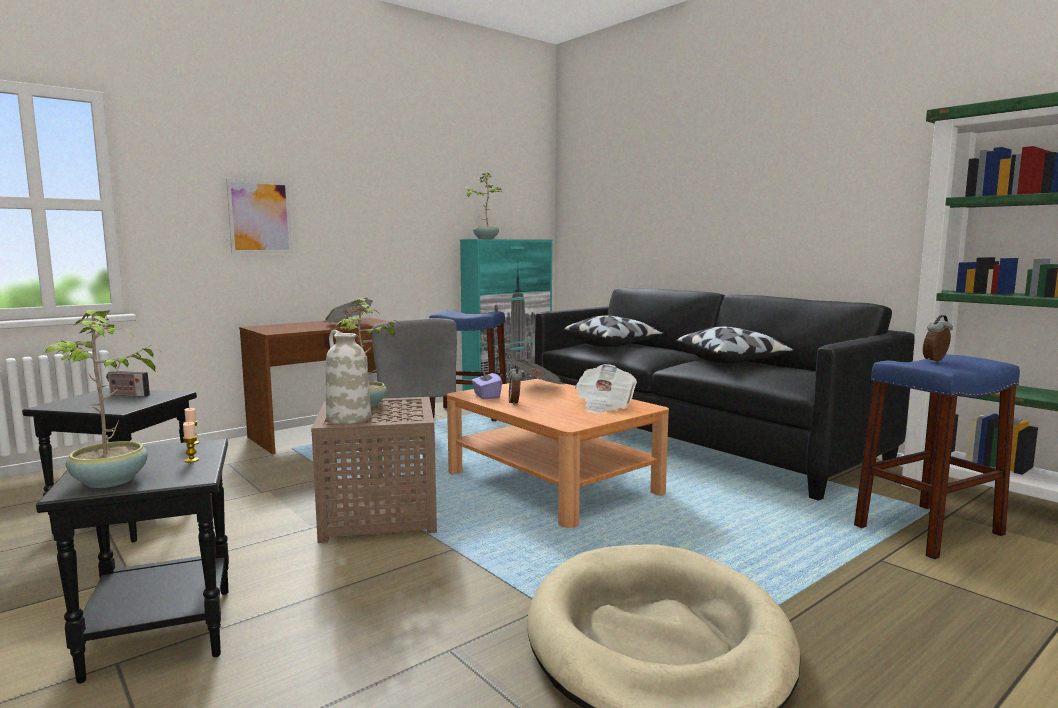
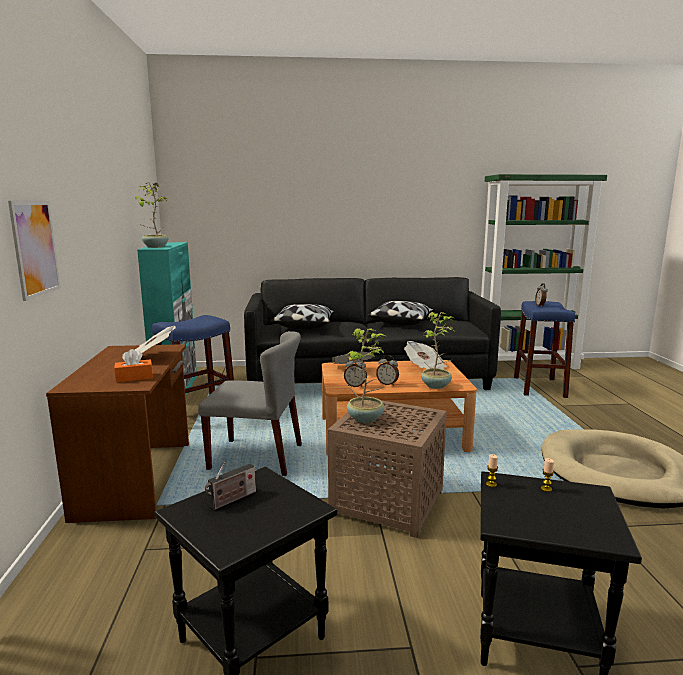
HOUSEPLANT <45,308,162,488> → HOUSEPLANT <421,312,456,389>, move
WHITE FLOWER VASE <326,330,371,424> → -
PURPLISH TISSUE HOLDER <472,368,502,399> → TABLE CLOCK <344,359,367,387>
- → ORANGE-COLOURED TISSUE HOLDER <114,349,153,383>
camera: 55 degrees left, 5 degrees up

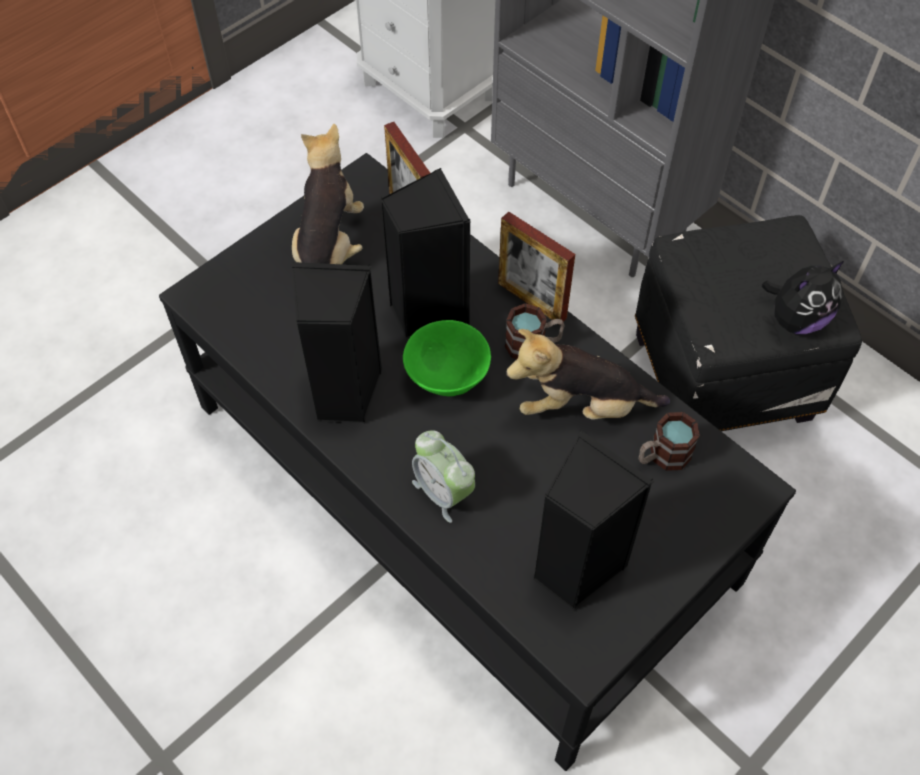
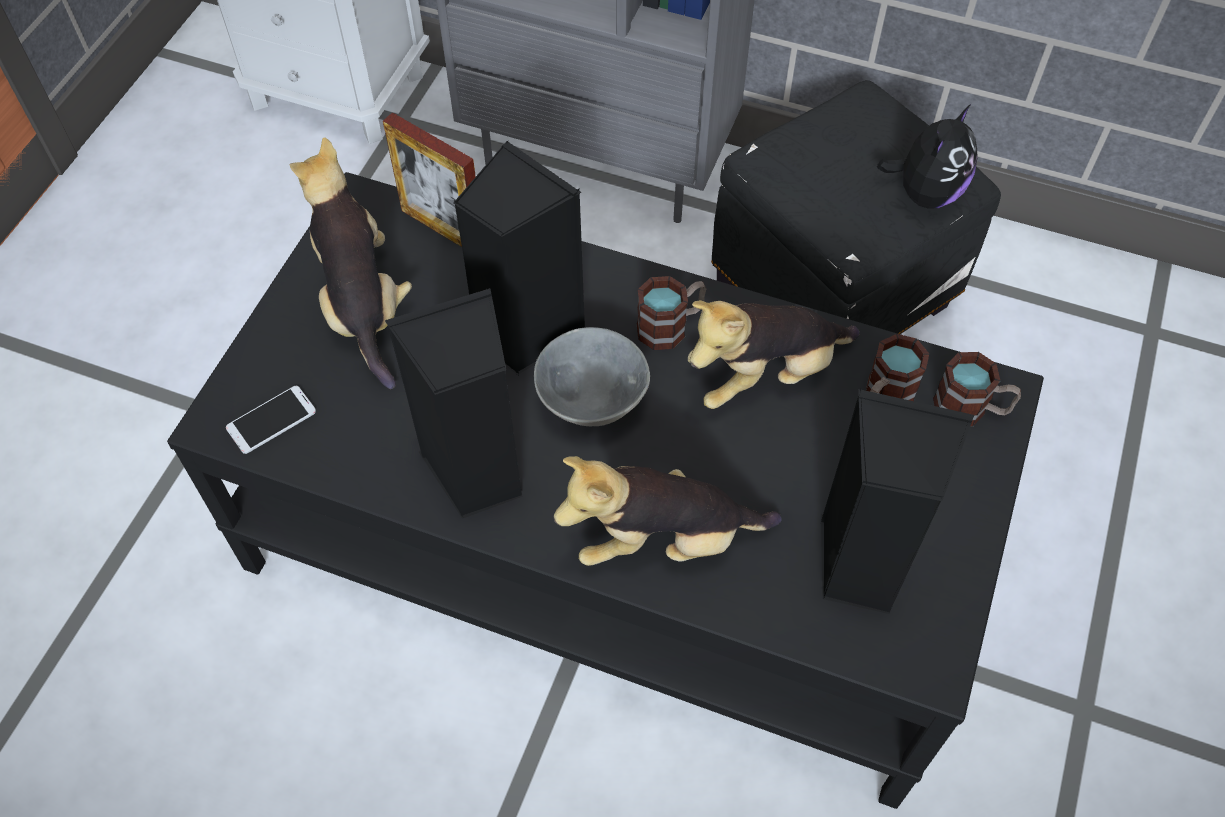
PHOTO FRAME <498,212,575,325> → -
GREEN-COLOURED DEEP DISH <403,320,491,397> → GRAY DEEP DISH <534,327,650,426>
TABLE CLOCK <412,430,475,523> → PLUSH TOY <554,456,782,566>
- → COFFEE MUG <933,352,1021,426>
- → PHONE <226,386,316,454>
camera: 25 degrees left, 0 degrees up

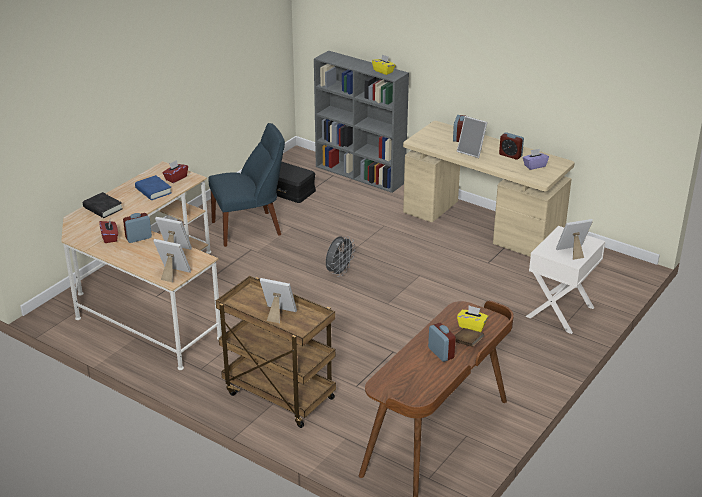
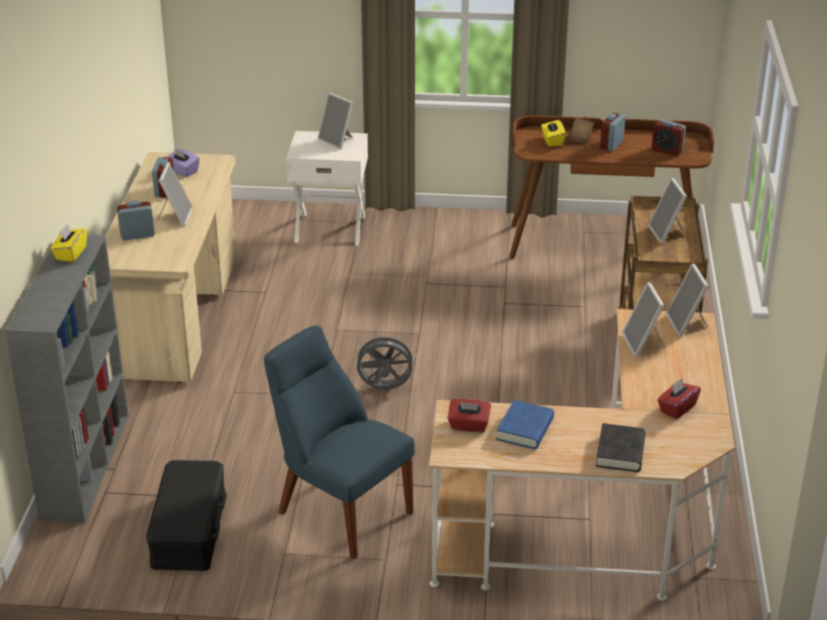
TABLE CLOCK <123,213,152,243> → TABLE CLOCK <652,119,686,156>, move
camera: 120 degrees left, 0 degrees up

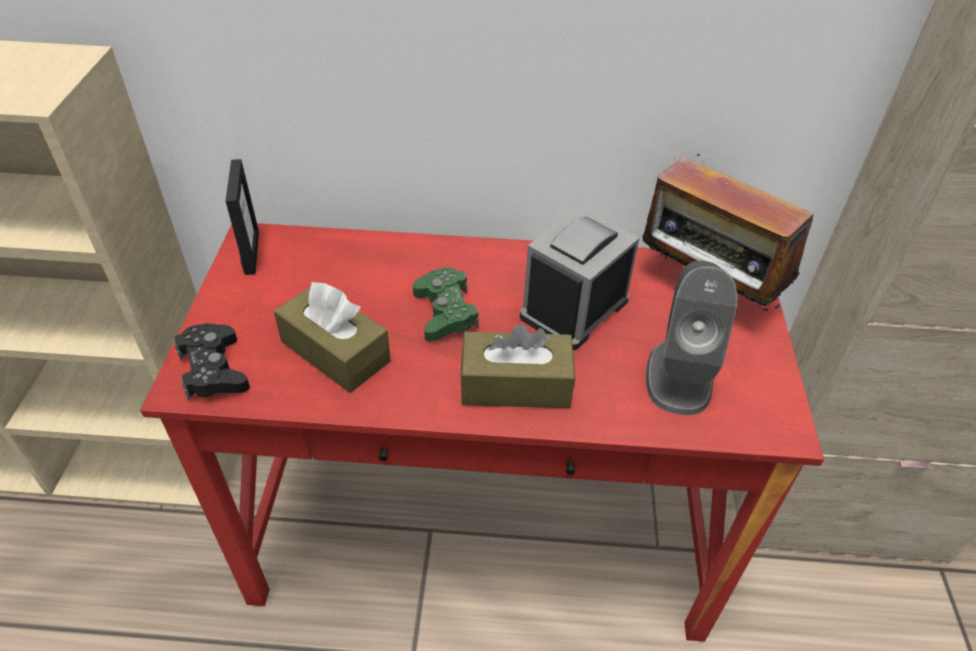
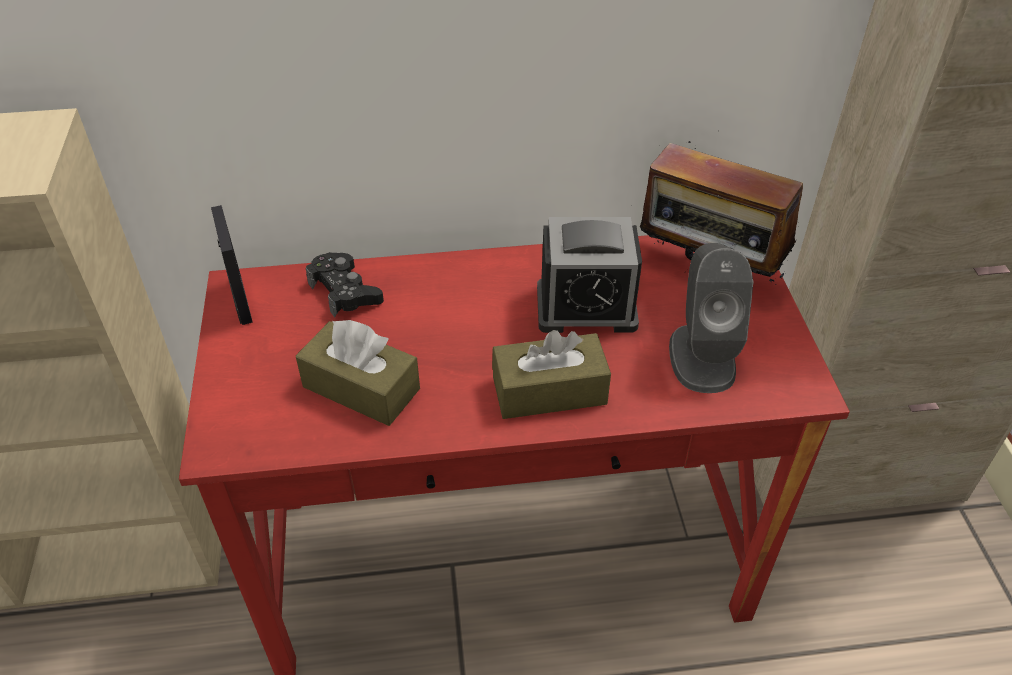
TABLE CLOCK <520,207,639,351> → TABLE CLOCK <537,217,642,333>, 120 degrees counterclockwise
GREEN-COLOURED GAMEPAD <413,267,479,341> → -
BLACK GAMEPAD <173,323,250,401> → BLACK GAMEPAD <306,252,384,317>, move
camera: 10 degrees left, 0 degrees up

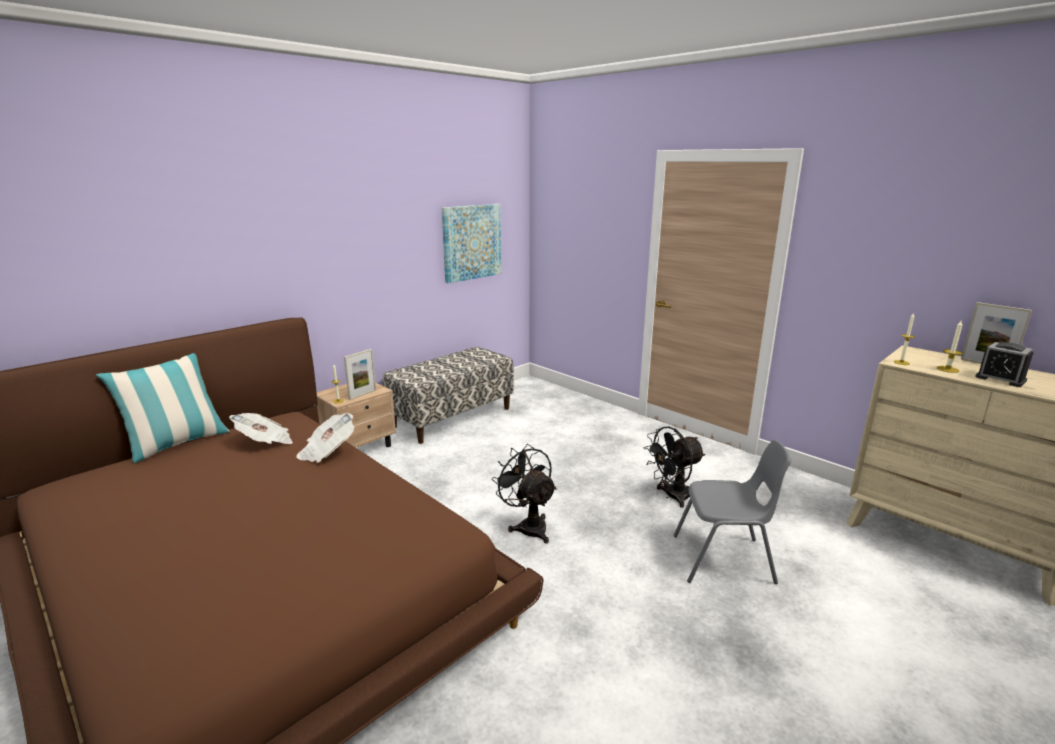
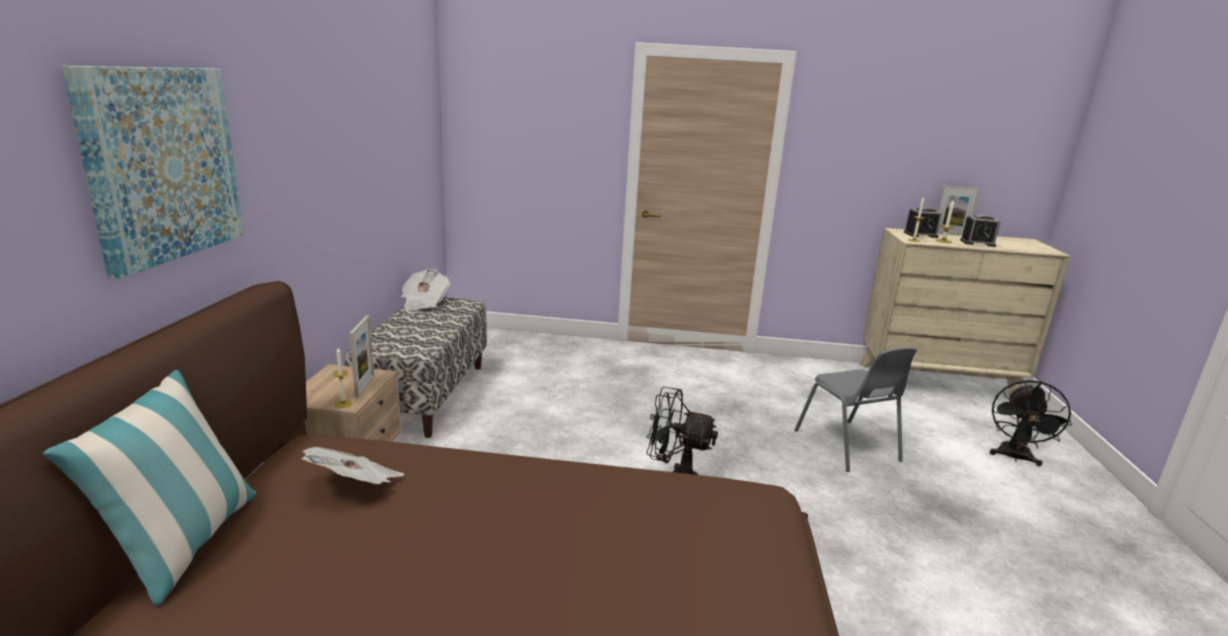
WALL ART <442,204,502,283> → WALL ART <62,66,244,279>, move
PRINTED PAPER <296,413,354,463> → PRINTED PAPER <401,269,450,310>, move
BLACK COOLING FAN <644,426,705,508> → BLACK COOLING FAN <990,380,1072,467>, move
GRAY CHAIR <673,439,792,584> → GRAY CHAIR <795,347,917,472>, 105 degrees clockwise
- → TABLE CLOCK <904,207,942,238>
camera: 40 degrees left, 0 degrees up

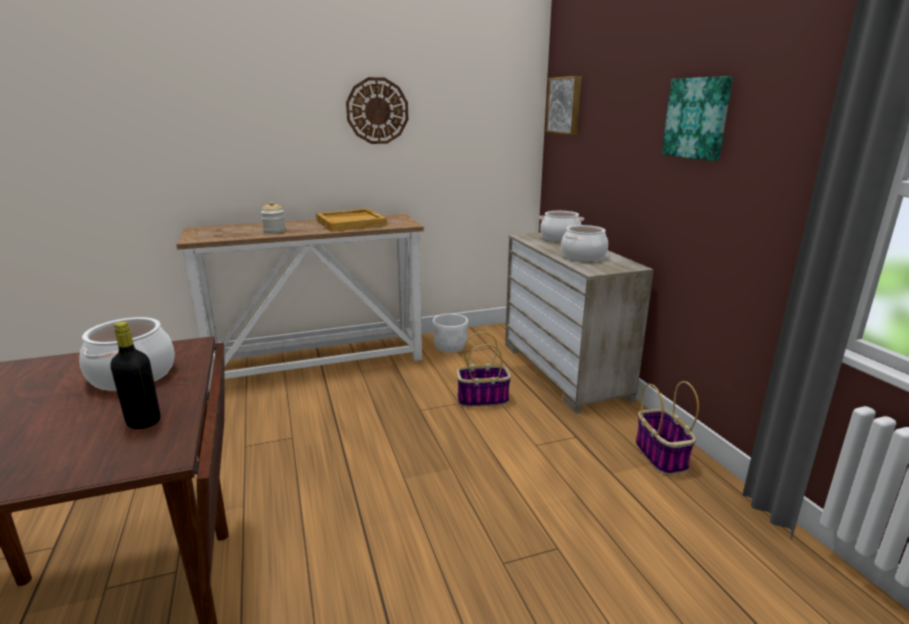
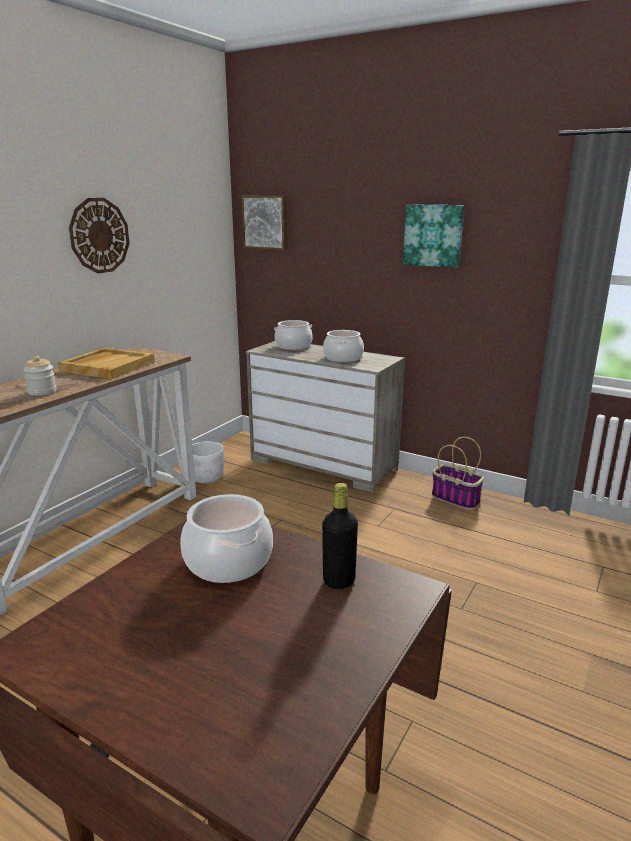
STORAGE BASKET <456,332,511,407> → -
camera: 40 degrees left, 0 degrees up

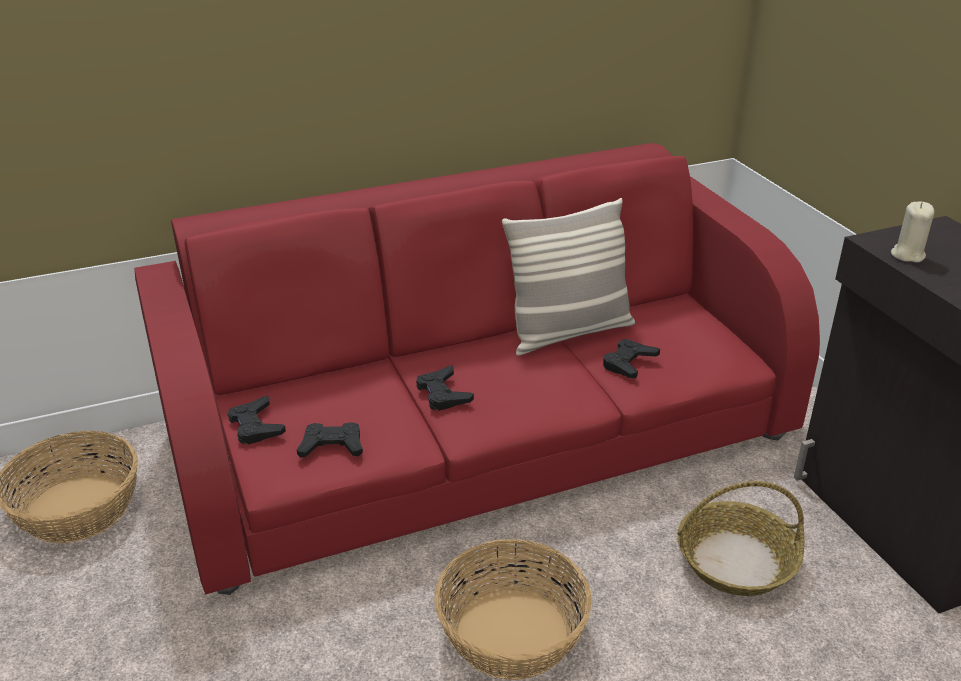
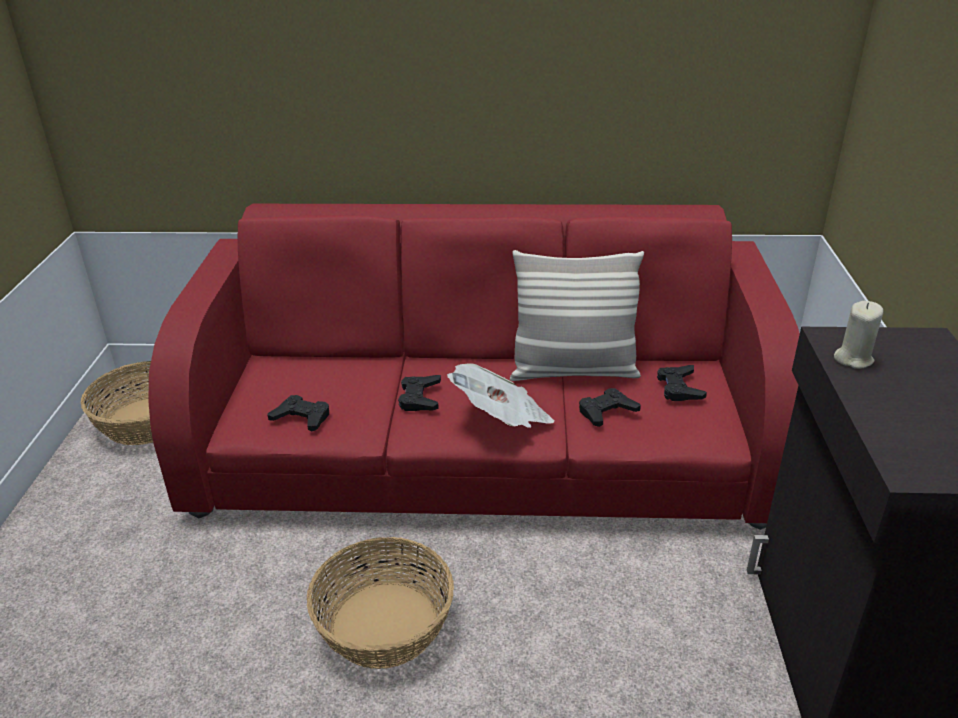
BLACK GAMEPAD <228,396,286,444> → BLACK GAMEPAD <657,365,707,401>, move
STORAGE BASKET <677,481,804,596> → -
- → PRINTED PAPER <447,363,554,428>
camera: 25 degrees right, 0 degrees up

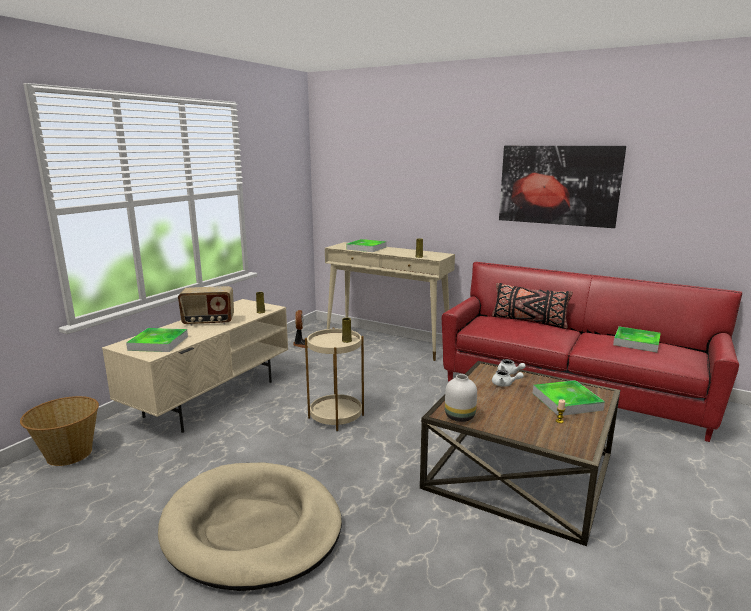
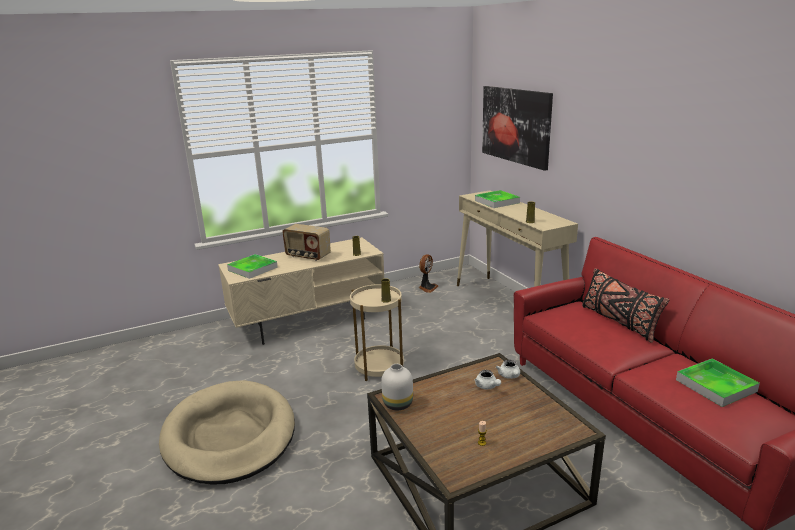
WALL ART <499,146,626,228> → WALL ART <482,86,553,171>, move
CARRYING TRAY <533,380,605,416> → -
STORAGE BASKET <20,396,99,466> → -
camera: 35 degrees right, 5 degrees up

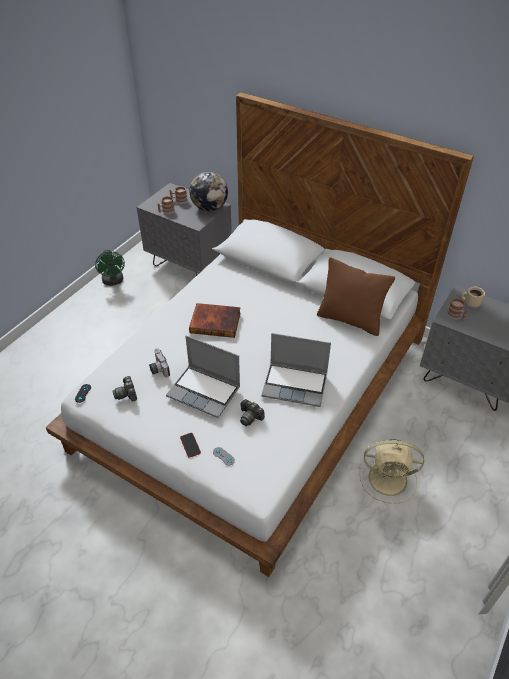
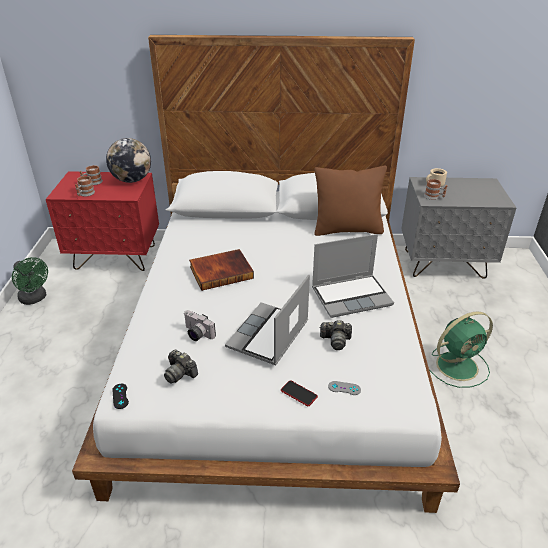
GRAY NIGHTSTAND <137,183,232,276> → RED NIGHTSTAND <46,171,159,271>
LAPTOP <166,336,240,418> → LAPTOP <225,274,310,365>, 120 degrees clockwise
BEIGE-COLOURED COOLING FAN <359,439,424,504> → GREEN-COLOURED COOLING FAN <429,311,493,388>
camera: 30 degrees left, 10 degrees down

